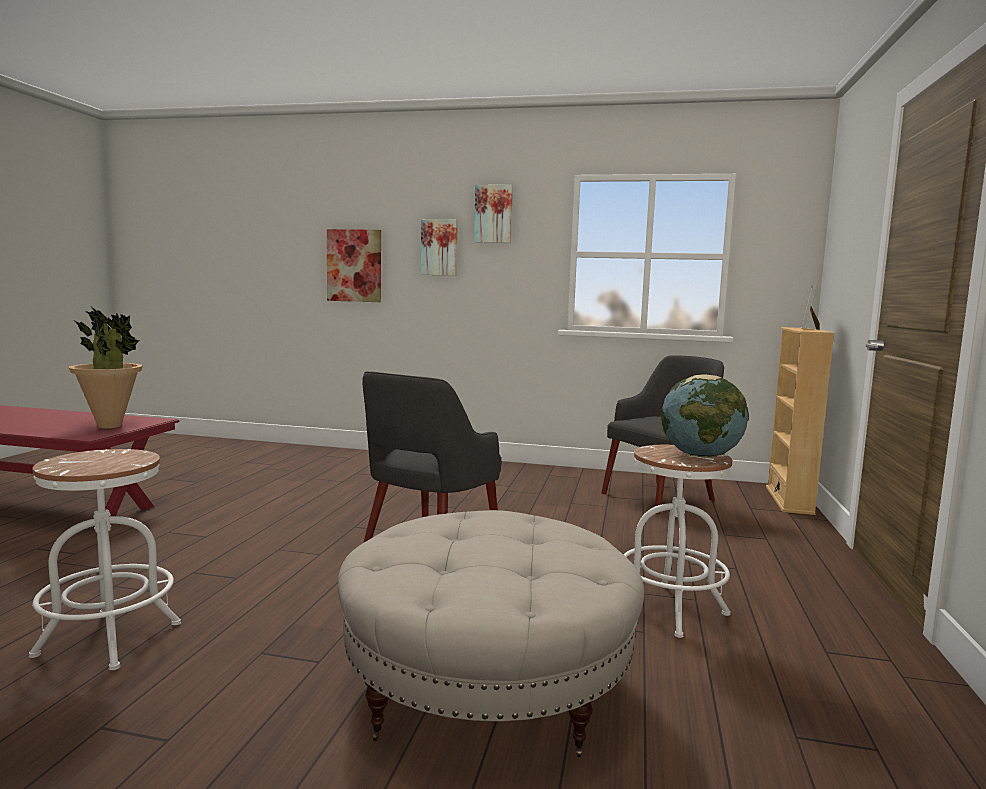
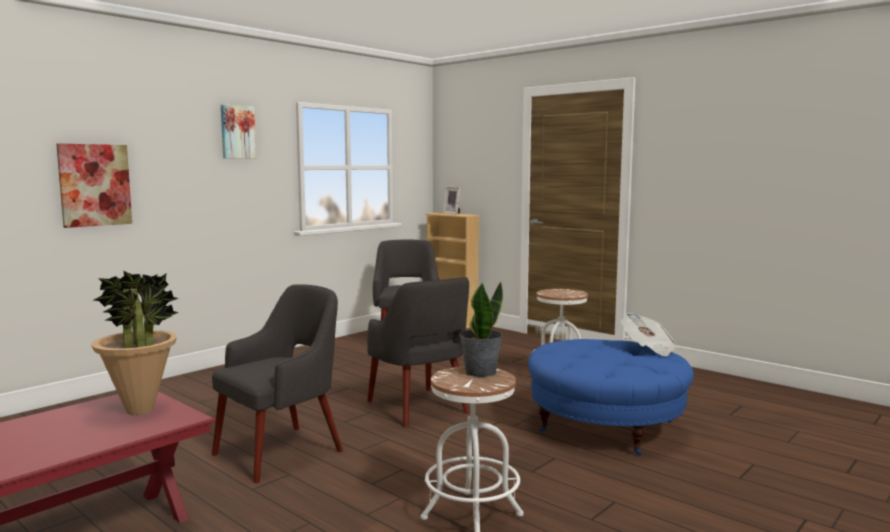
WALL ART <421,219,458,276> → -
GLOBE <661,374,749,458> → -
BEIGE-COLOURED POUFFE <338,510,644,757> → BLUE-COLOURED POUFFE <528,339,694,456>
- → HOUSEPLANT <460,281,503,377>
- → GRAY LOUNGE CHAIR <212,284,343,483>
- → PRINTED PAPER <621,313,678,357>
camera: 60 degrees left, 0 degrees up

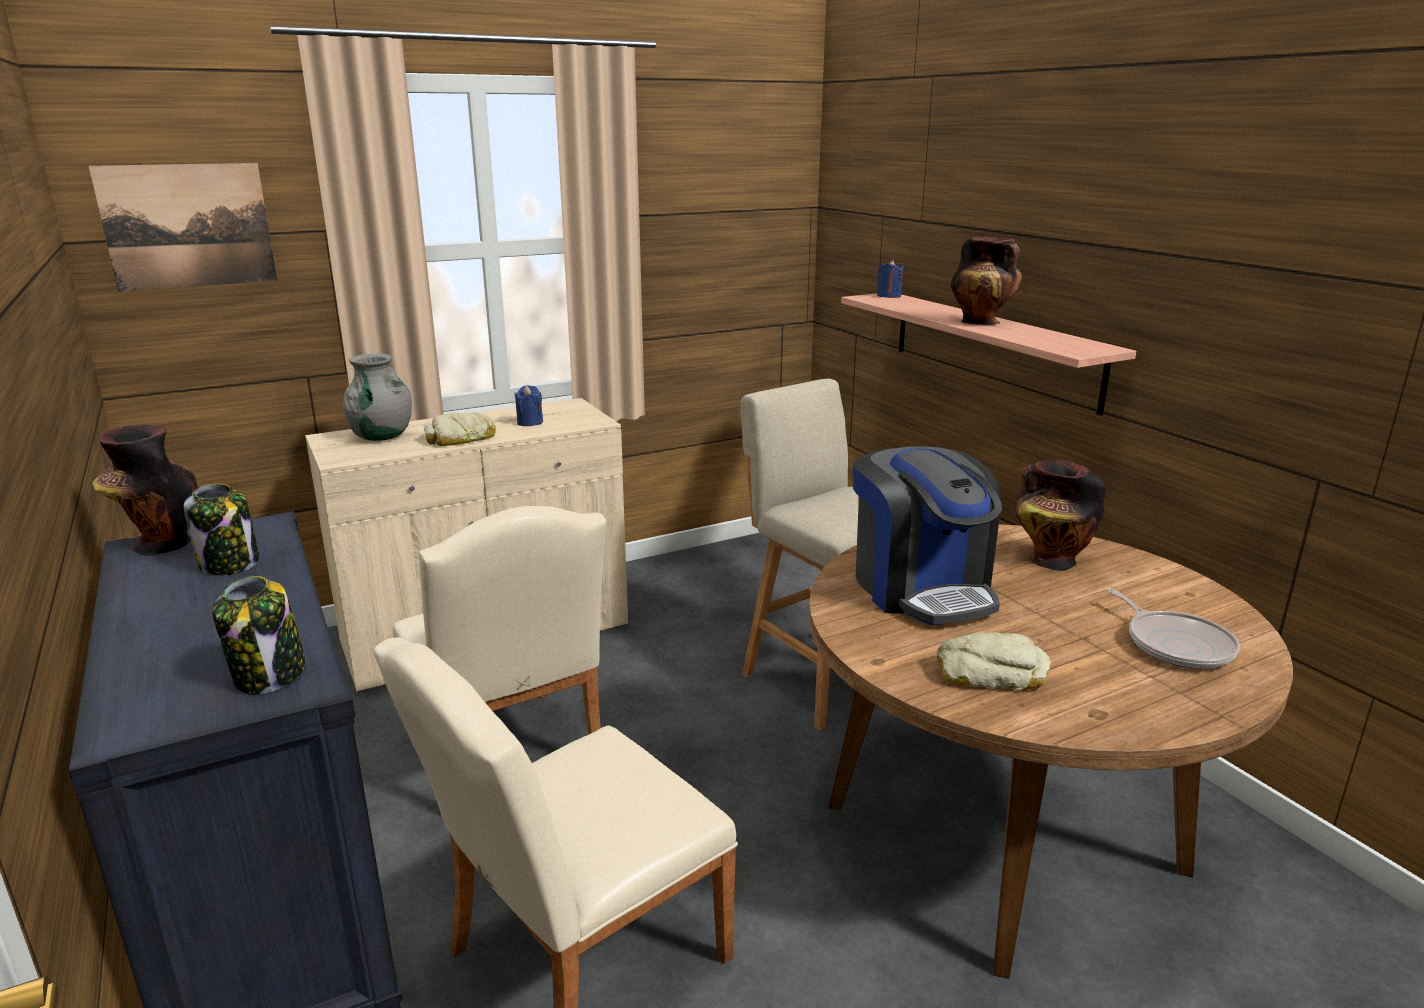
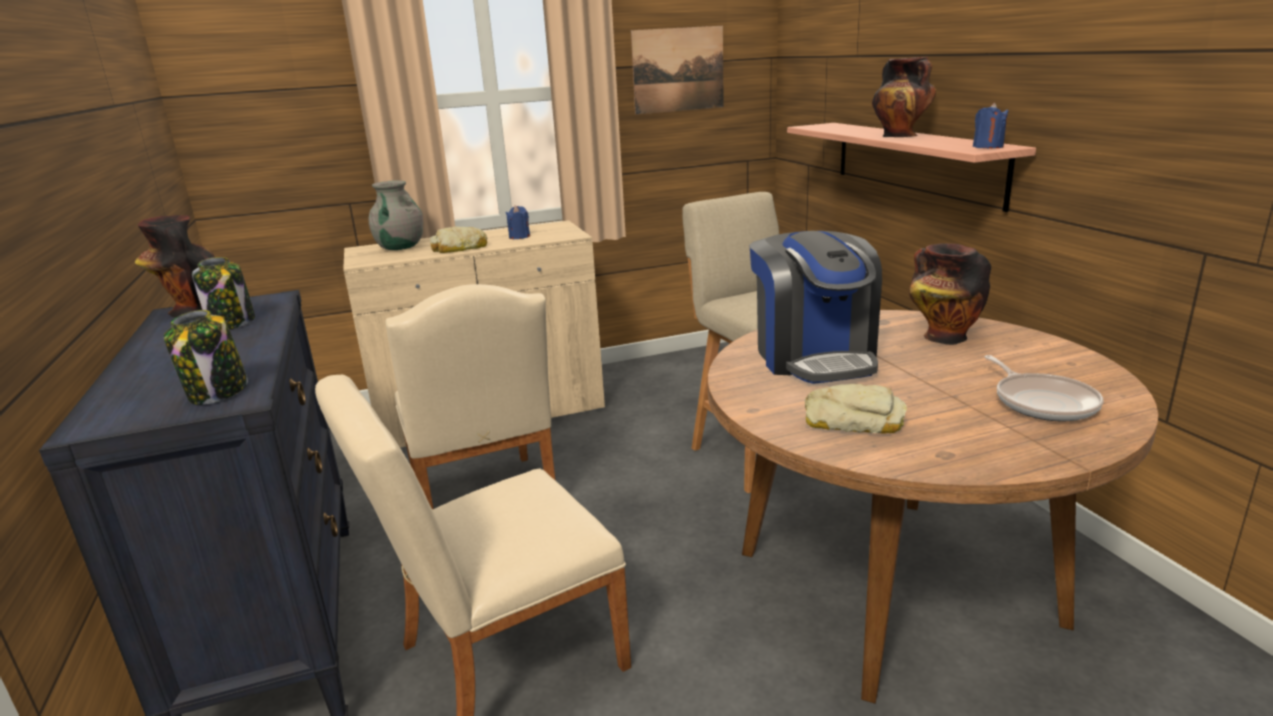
WALL ART <89,163,278,292> → WALL ART <631,26,724,114>, move
BLUE-COLOURED WAX CANDLE <877,260,904,298> → BLUE-COLOURED WAX CANDLE <973,103,1009,148>, move
camera: 10 degrees right, 0 degrees up

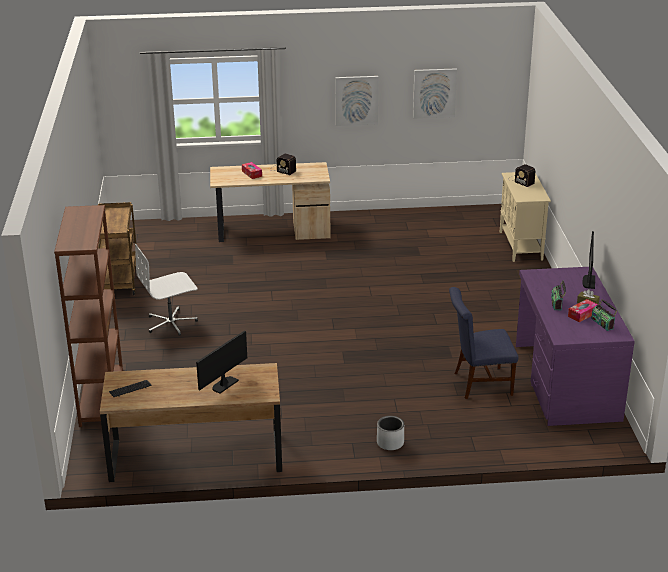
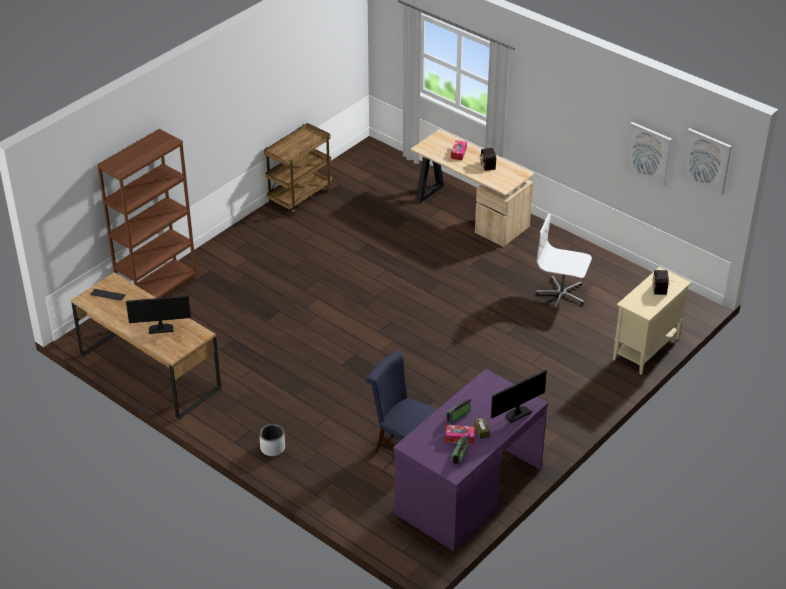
WALL ART <336,76,378,126> → WALL ART <681,128,732,195>, move
WHITE OFFICE CHAIR <135,244,198,336> → WHITE OFFICE CHAIR <536,213,592,309>, move
camera: 45 degrees right, 10 degrees up

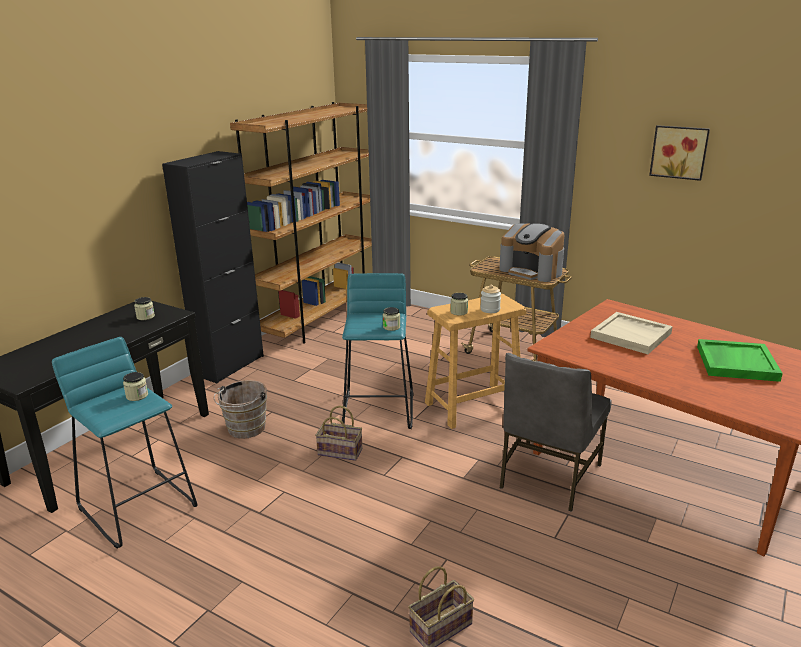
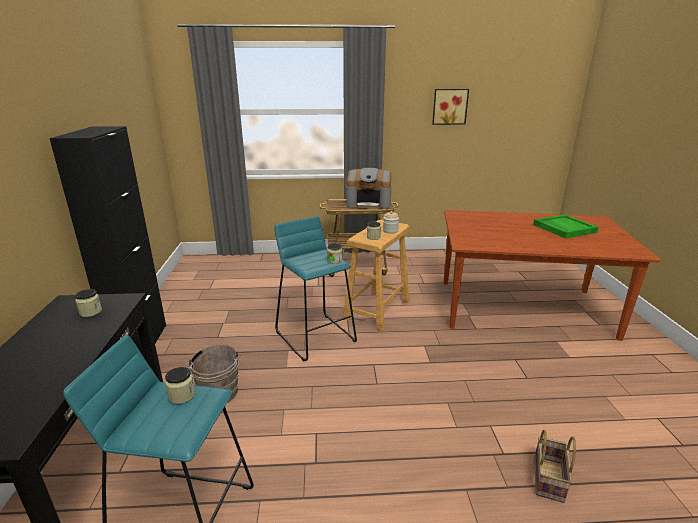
BROWN BOOKSHELF <230,102,372,344> → -
BEIGE-COLOURED CARRYING TRAY <590,312,673,354> → -
GRAY CHAIR <500,353,612,512> → -
STORAGE BASKET <315,406,362,461> → -
camera: 35 degrees left, 0 degrees up

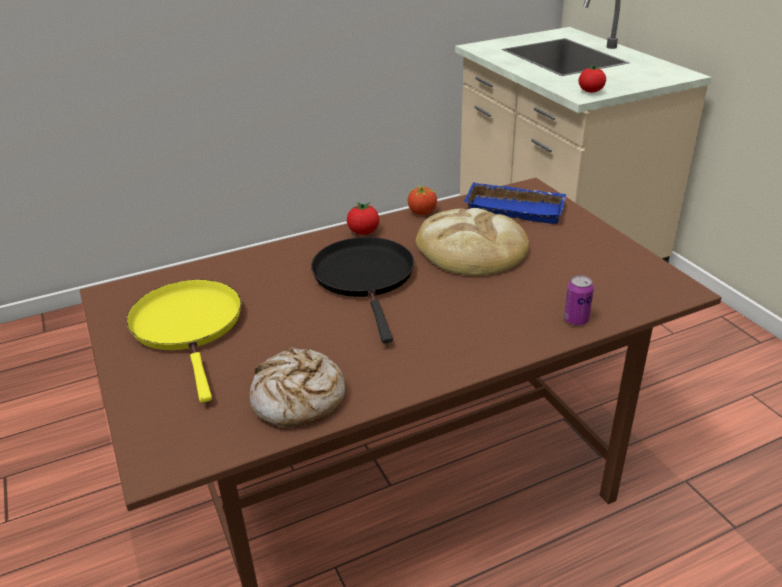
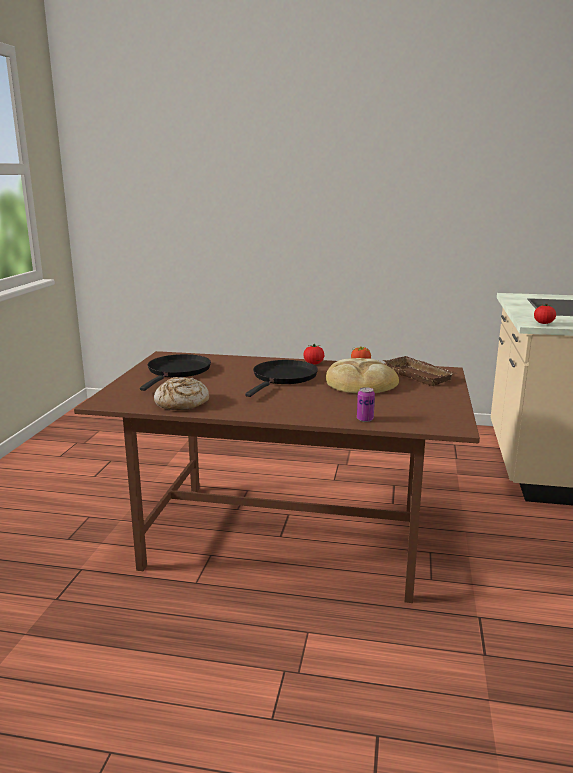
BLUE-COLOURED CARRYING TRAY <463,182,566,224> → BROWN CARRYING TRAY <382,356,457,386>
YELLOWISH PAN <126,279,241,403> → BLACK PAN <140,354,211,391>
camera: 35 degrees right, 15 degrees down

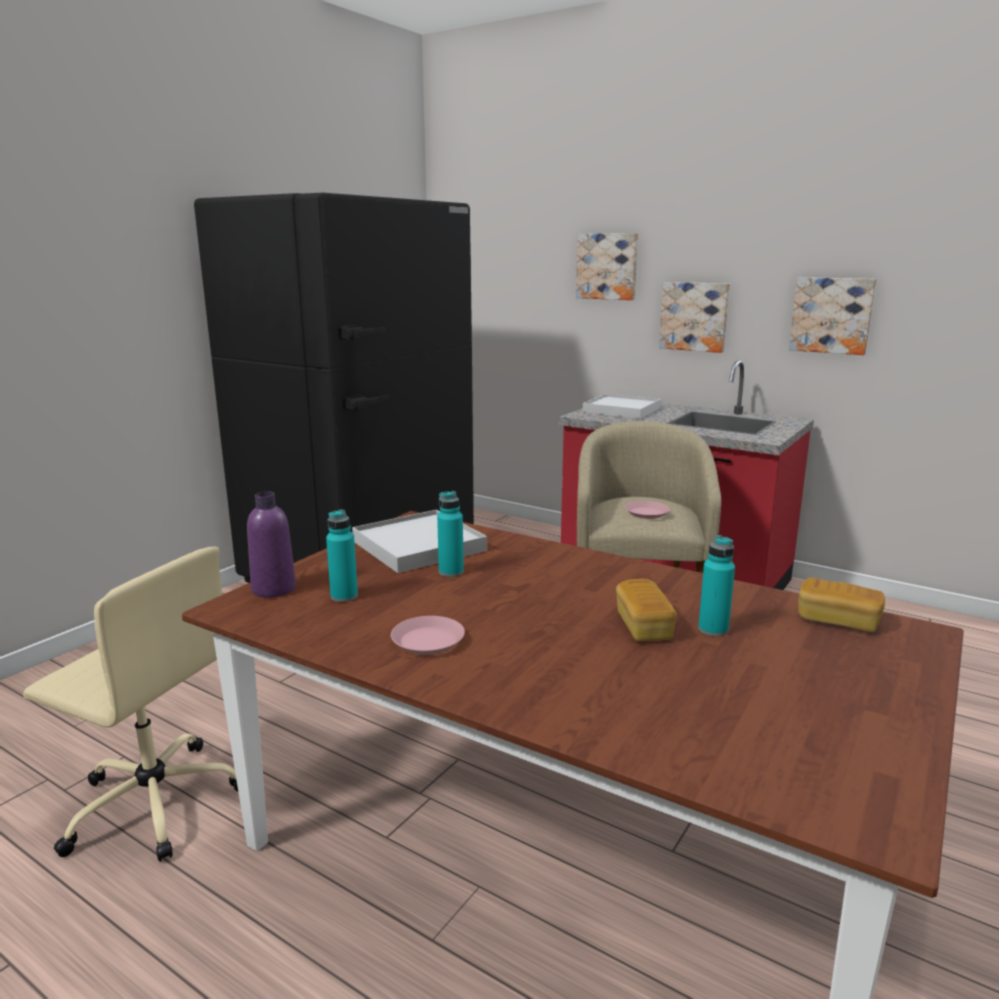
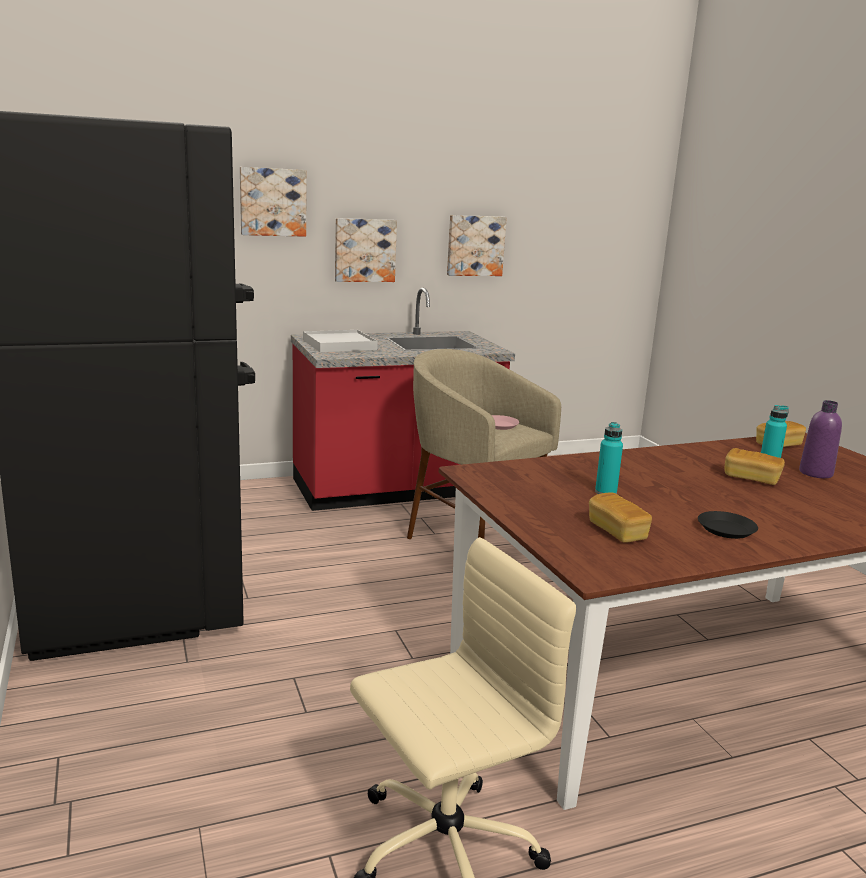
PURPLISH BOTTLE <247,491,296,598> → PURPLISH BOTTLE <799,400,842,478>, move
TURQUOISE BOTTLE <326,509,358,602> → BAKERY BREAD <589,492,652,543>
WHITE CARRYING TRAY <352,510,487,573> → -
PINKISH FLAT DISH <391,616,465,655> → BLACK FLAT DISH <698,511,758,539>
camera: 55 degrees left, 0 degrees up

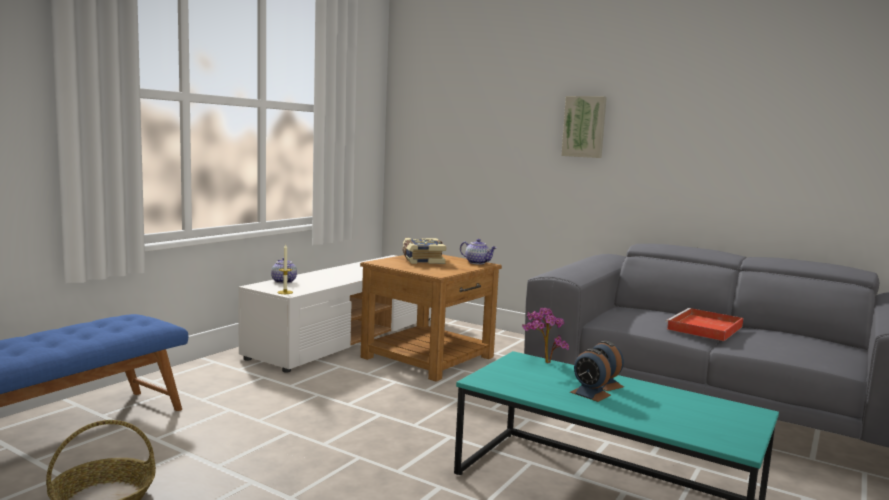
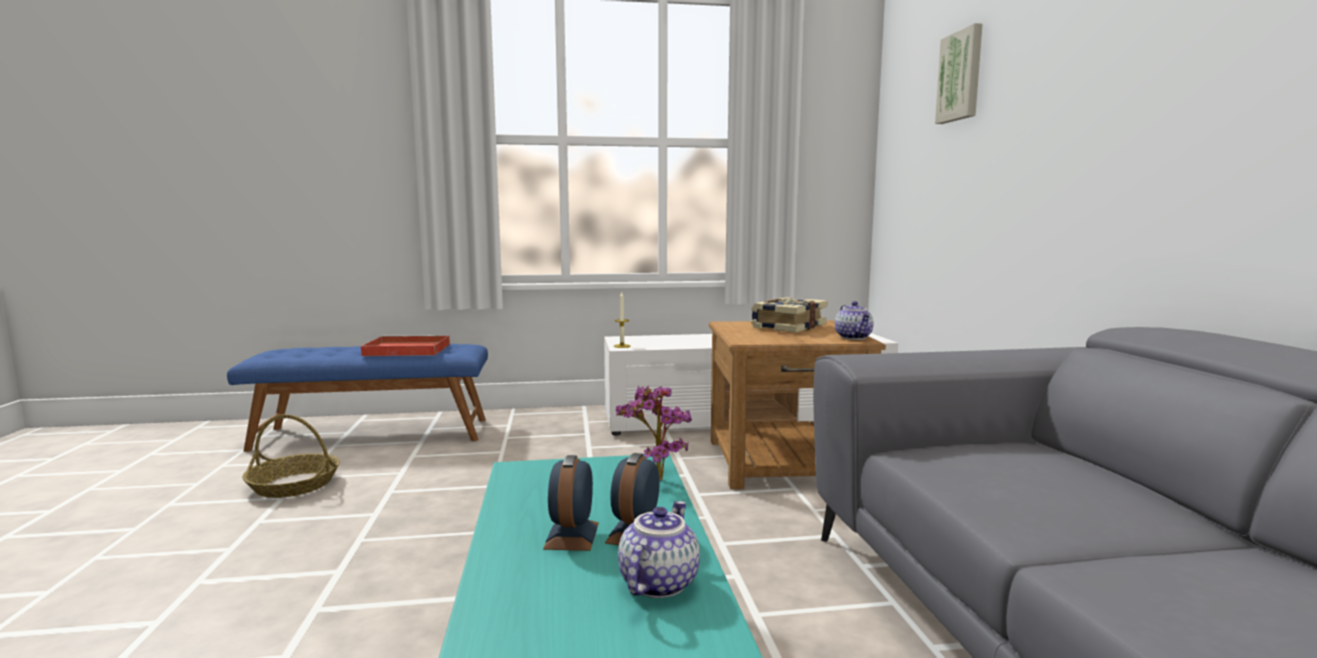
WALL ART <561,96,607,158> → WALL ART <935,23,983,124>, move
POT FOR TEA <271,257,297,284> → POT FOR TEA <618,501,700,598>, move
RED CARRYING TRAY <665,308,743,341> → RED CARRYING TRAY <361,335,450,356>, move
camera: 50 degrees right, 0 degrees up

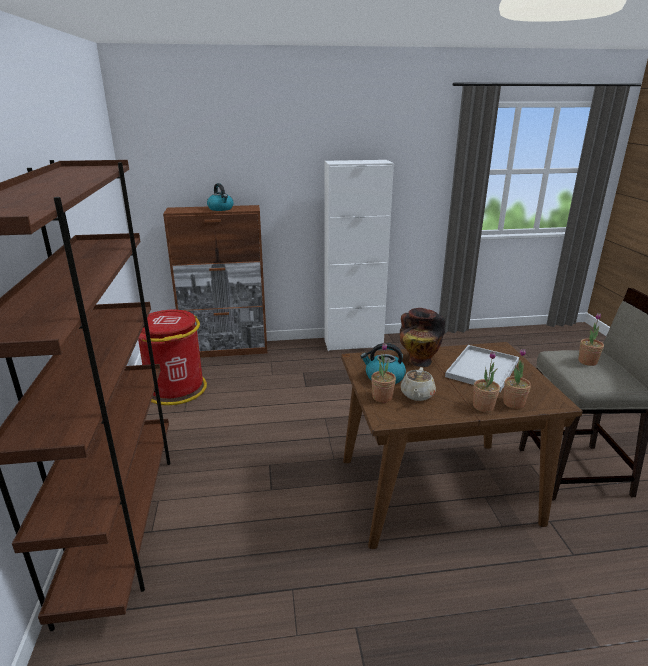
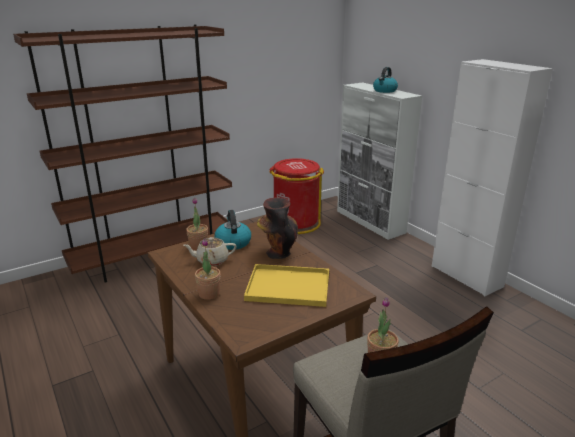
BROWN CABINET <163,205,267,358> → WHITE CABINET <337,83,422,240>
WHITE CARRYING TRAY <445,345,519,392> → YELLOWISH CARRYING TRAY <244,264,329,307>
HOUSEPLANT <503,348,531,409> → -
camera: 65 degrees right, 0 degrees up

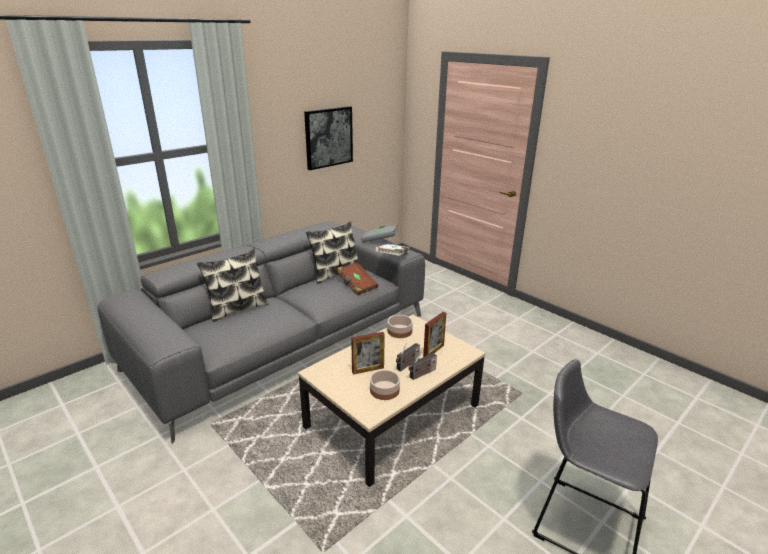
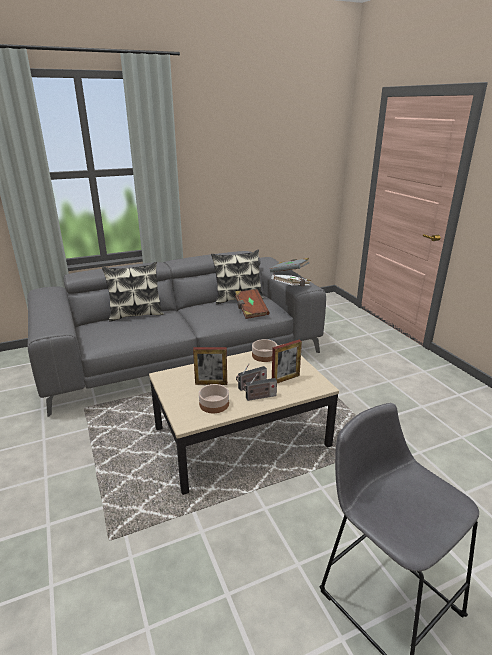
WALL ART <304,106,353,170> → -
camera: 20 degrees right, 0 degrees up

